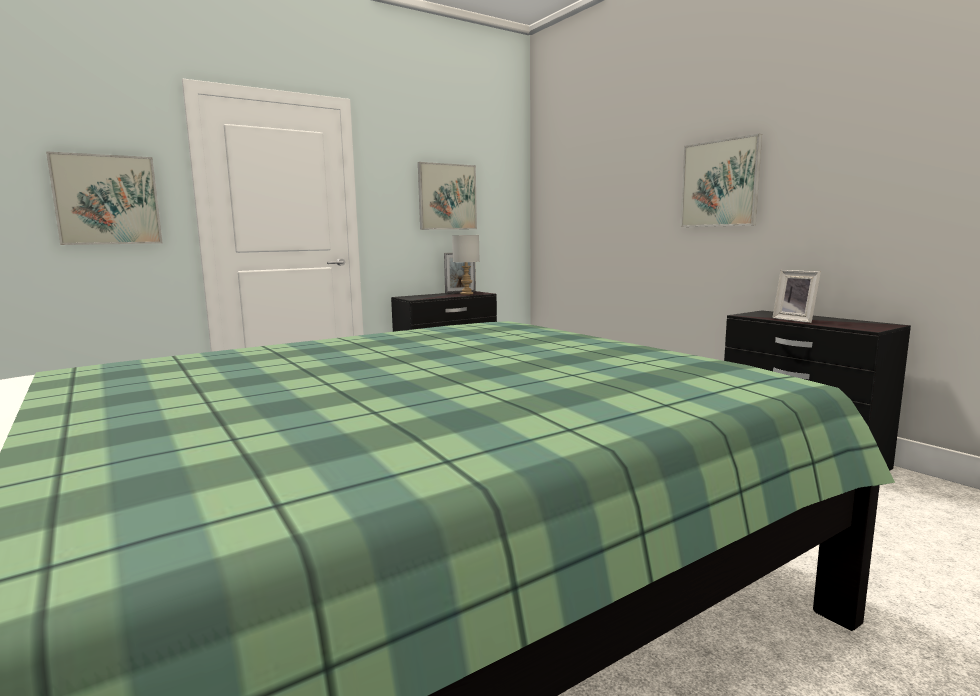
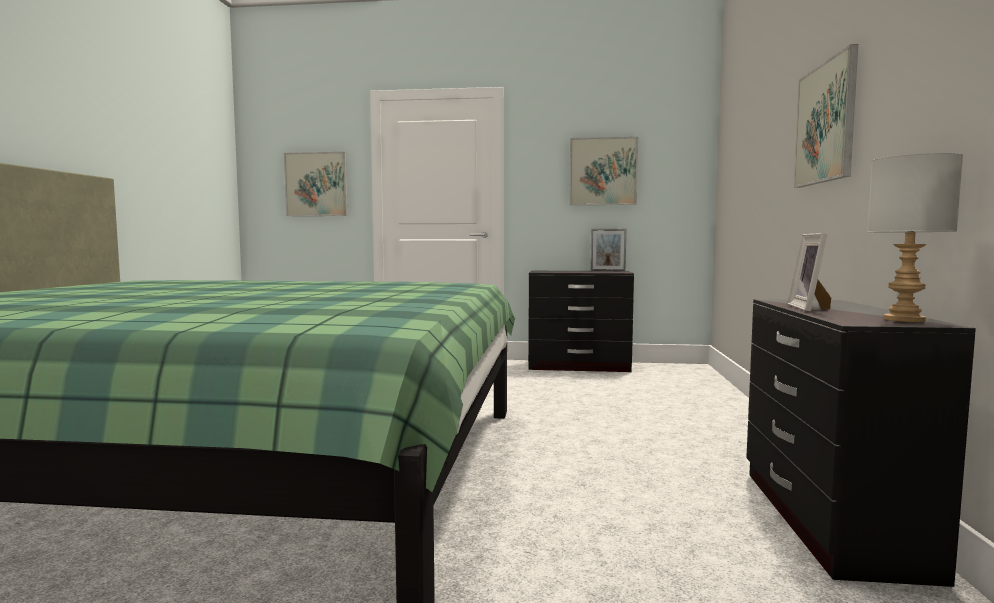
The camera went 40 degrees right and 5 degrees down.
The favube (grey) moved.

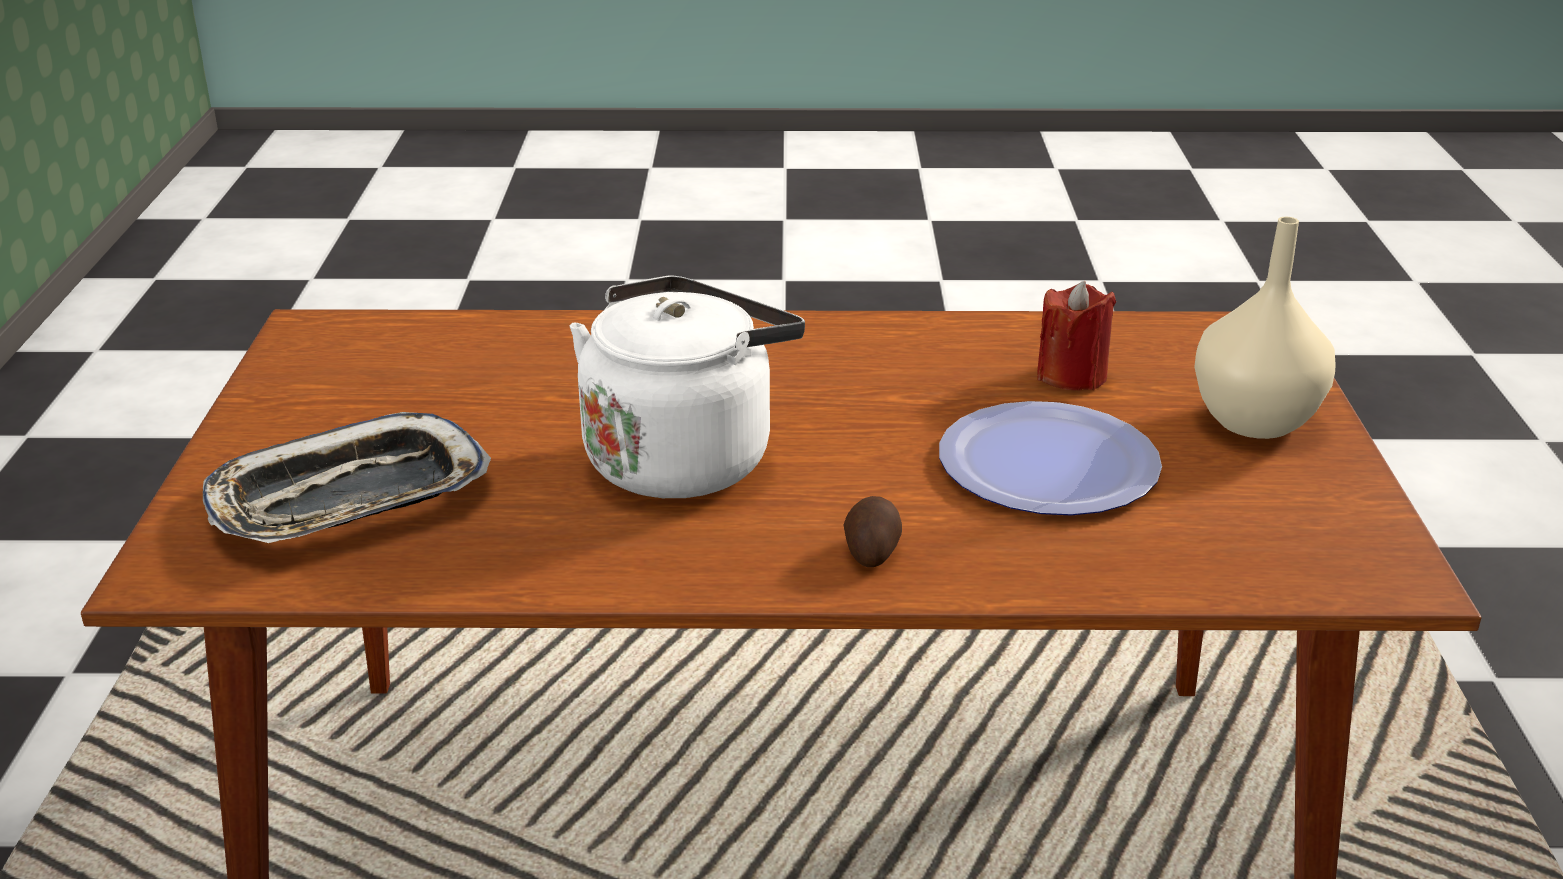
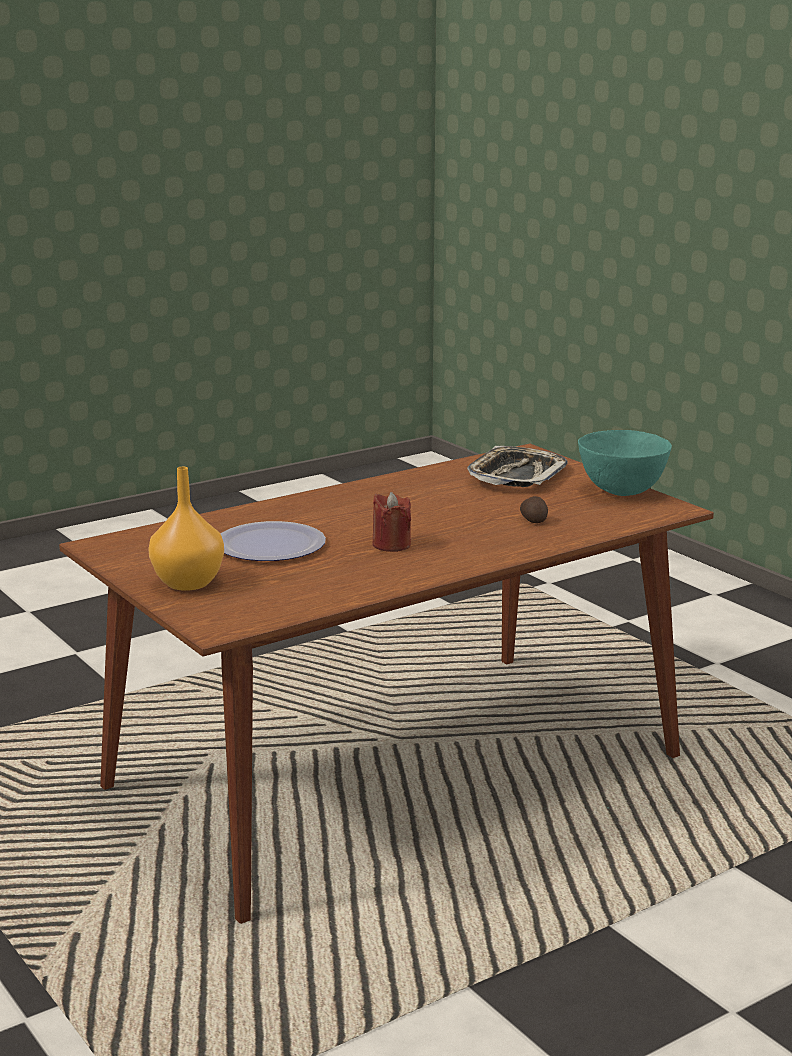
The camera went 145 degrees right and 10 degrees down.
The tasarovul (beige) became the tasarovul (orange).
The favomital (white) disappeared.
The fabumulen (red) moved.
The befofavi moved.
The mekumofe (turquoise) appeared.

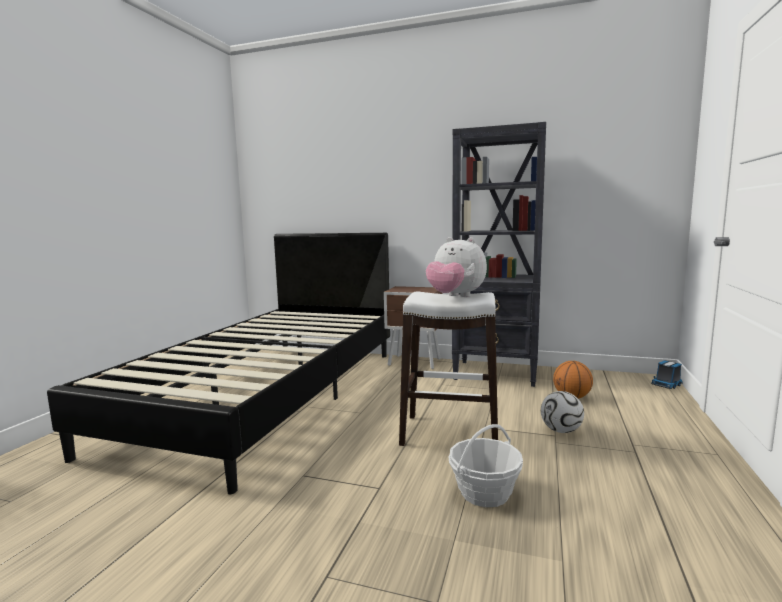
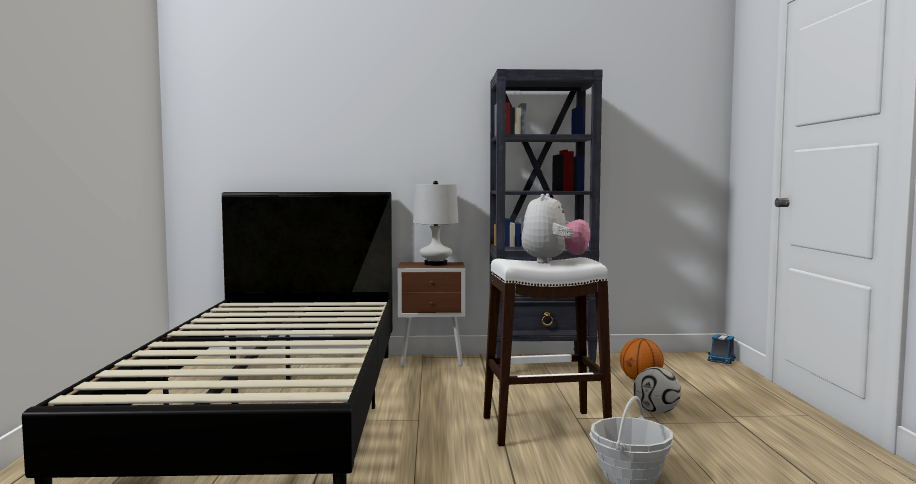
The camera went 20 degrees left and 5 degrees down.
The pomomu turned 90 degrees counterclockwise.
The favube (white) appeared.

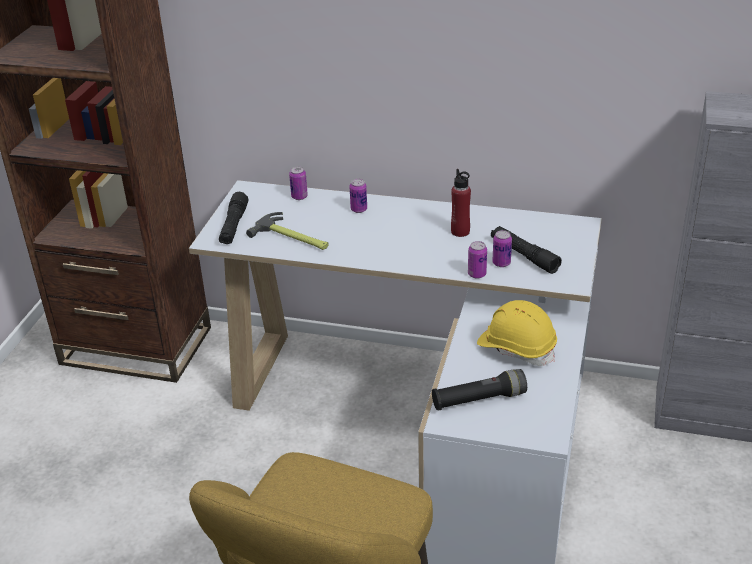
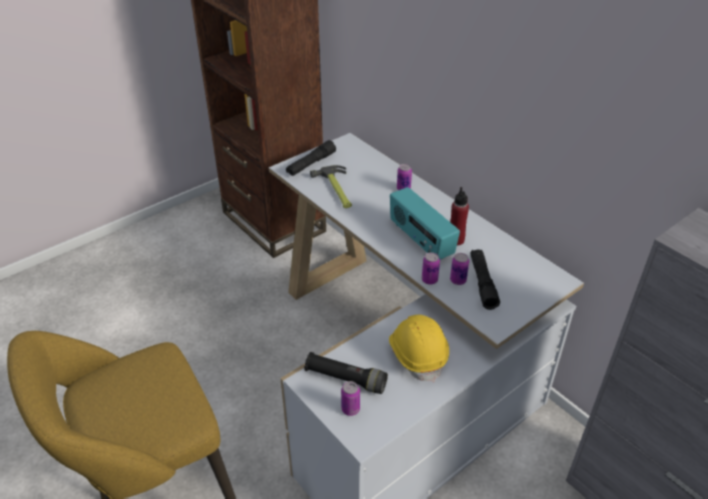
The camera went 35 degrees right and 5 degrees up.
The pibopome (no. 1 from left) moved.
The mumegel appeared.

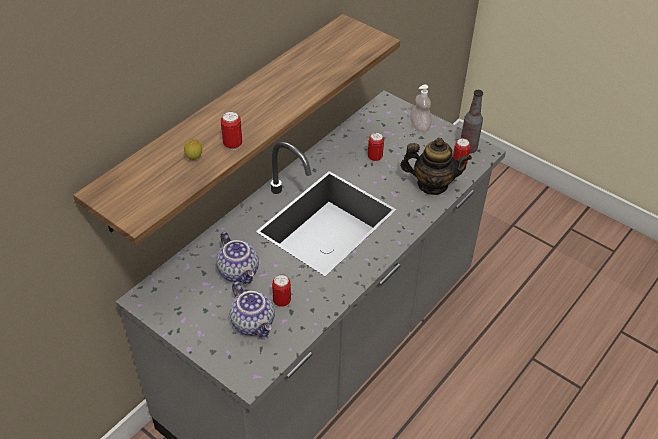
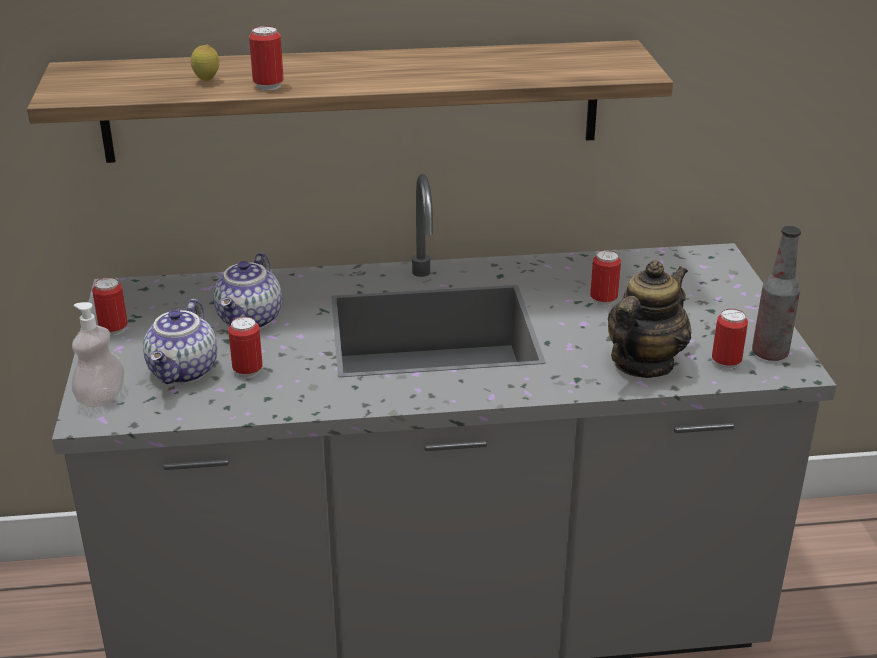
The camera went 45 degrees right and 15 degrees down.
The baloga moved.
The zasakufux (no. 3 from left) turned 105 degrees counterclockwise.
The pibopome (no. 1 from left) appeared.

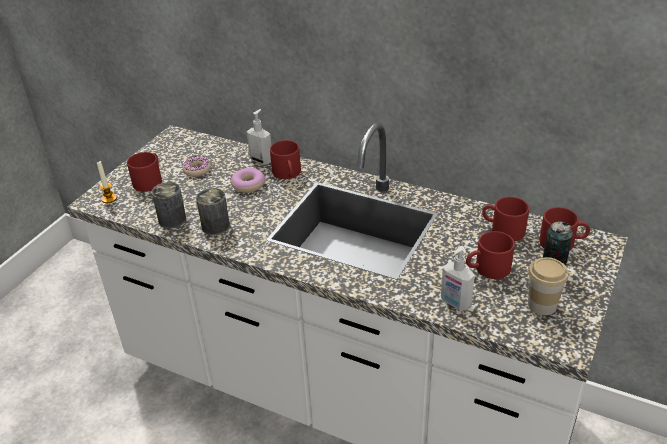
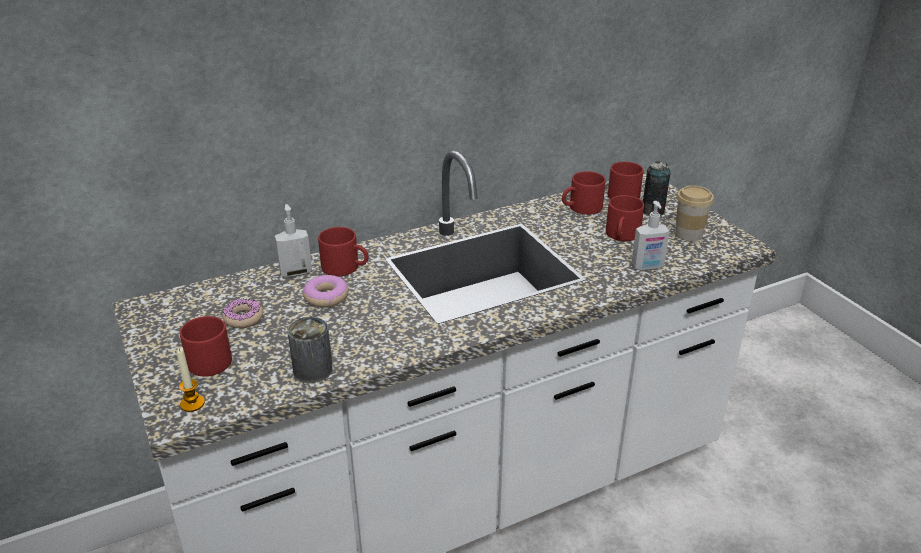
The camera went 55 degrees left and 5 degrees down.
The pibopome (no. 2 from left) disappeared.

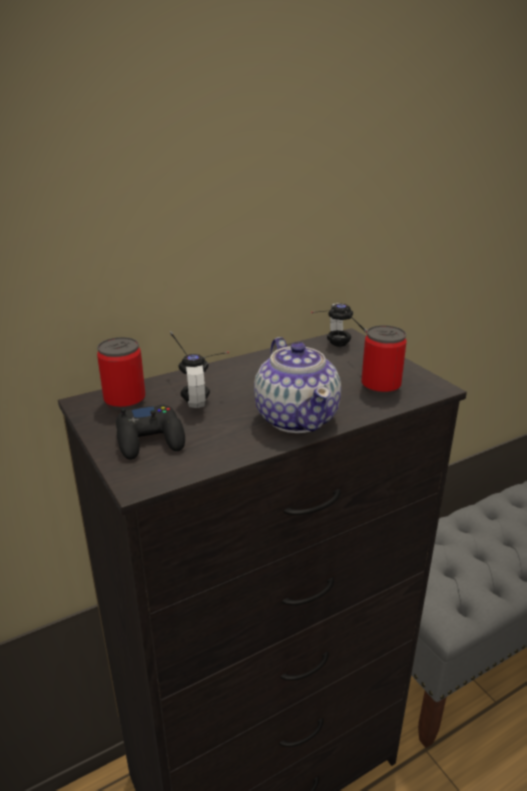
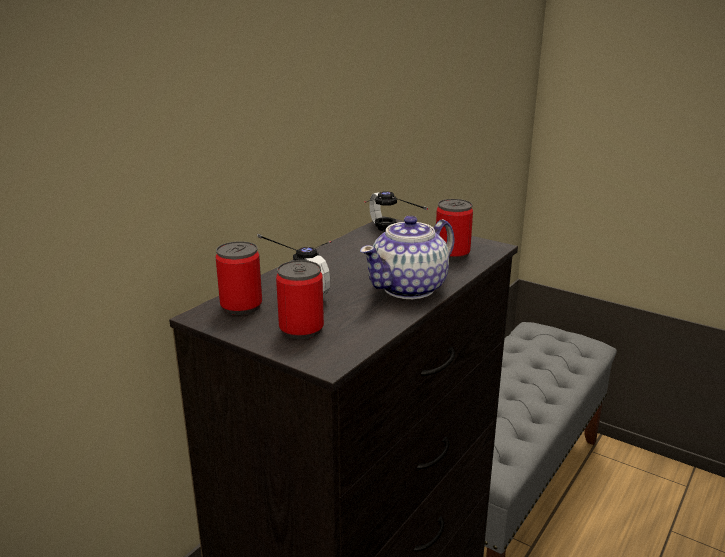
The camera went 25 degrees left and 5 degrees down.
The zasakufux turned 90 degrees clockwise.
The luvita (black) was replaced by the pibopome (no. 2 from left).

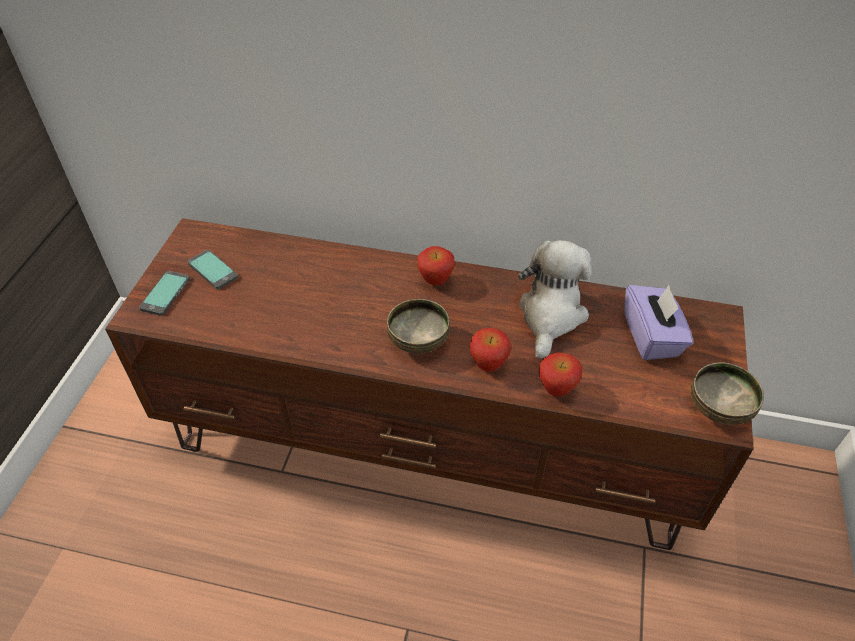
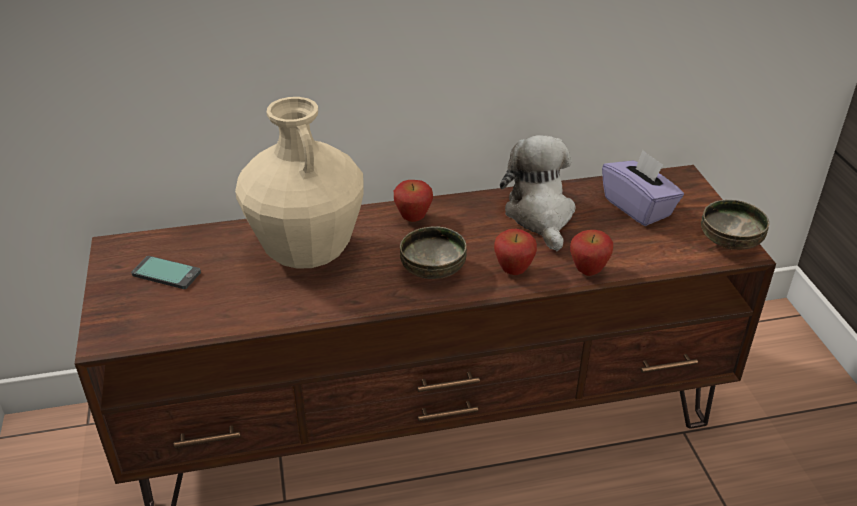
The camera went 25 degrees left and 10 degrees down.
The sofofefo (no. 1 from left) disappeared.
The tasarovul (beige) appeared.

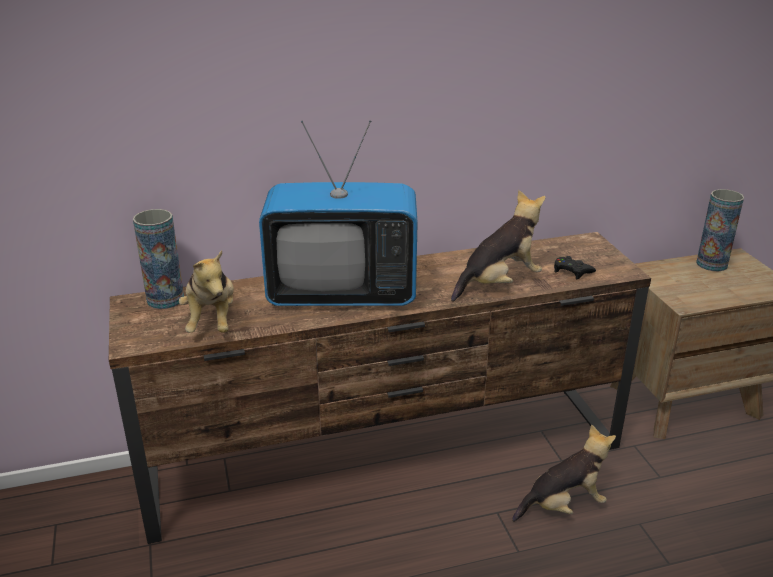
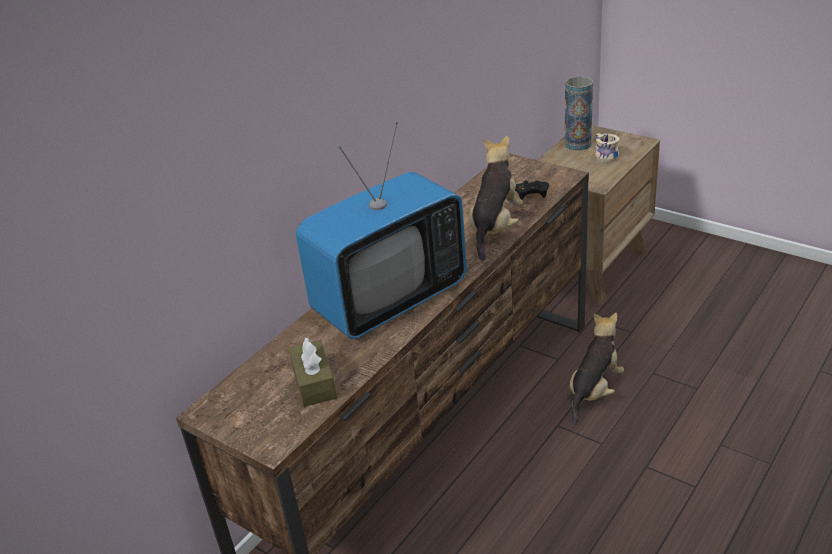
The camera went 35 degrees left and 5 degrees up.
The tasarovul (no. 1 from left) disappeared.
The pomomu (no. 1 from left) was replaced by the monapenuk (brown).
The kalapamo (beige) appeared.

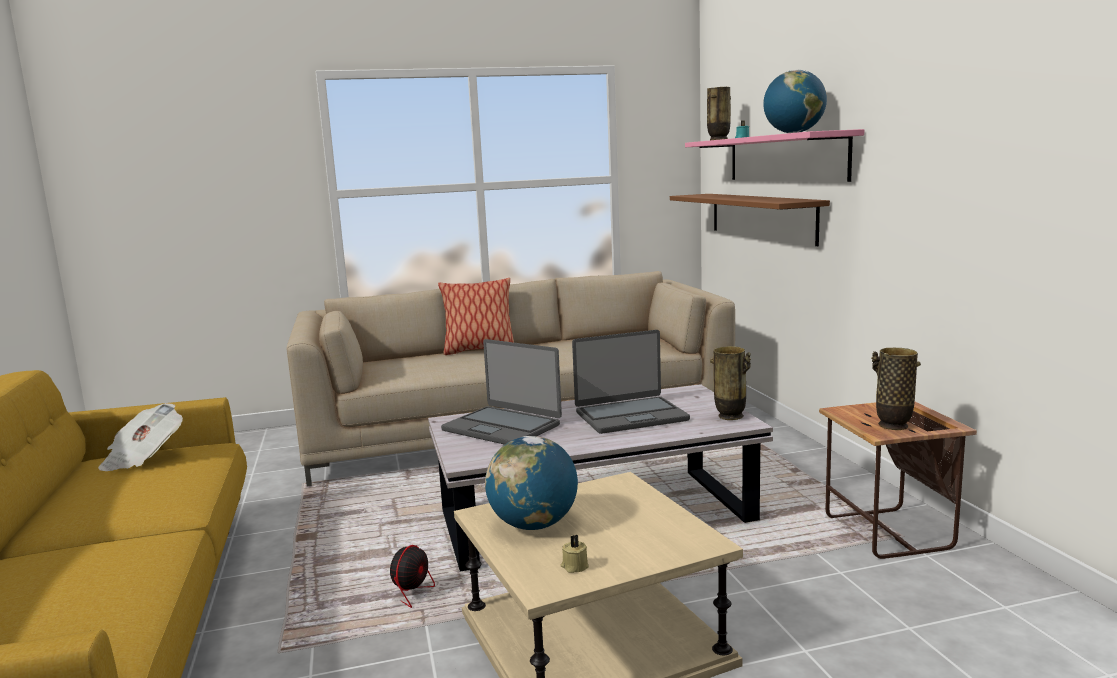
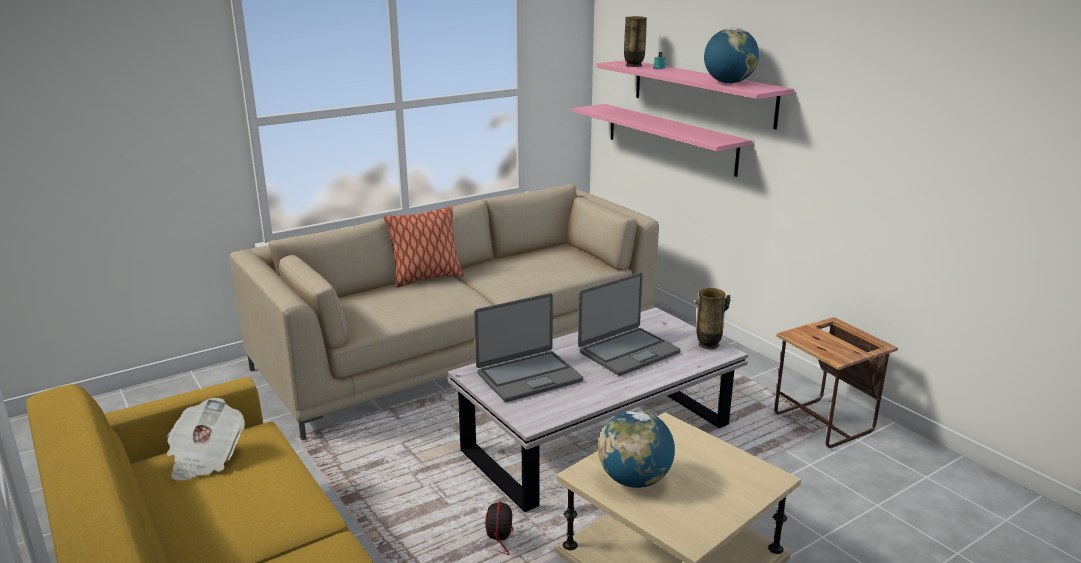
The camera went 20 degrees left and 10 degrees up.
The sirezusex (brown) became the sirezusex (pink) (no. 1 from left).
The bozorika (no. 1 from left) turned 45 degrees counterclockwise.
The tasarovul (no. 3 from left) disappeared.
The fabumulen (beige) disappeared.

